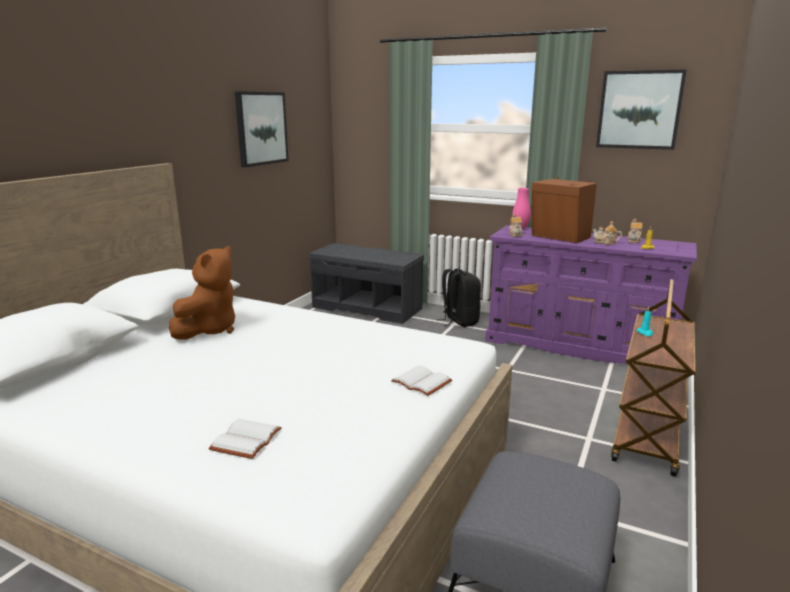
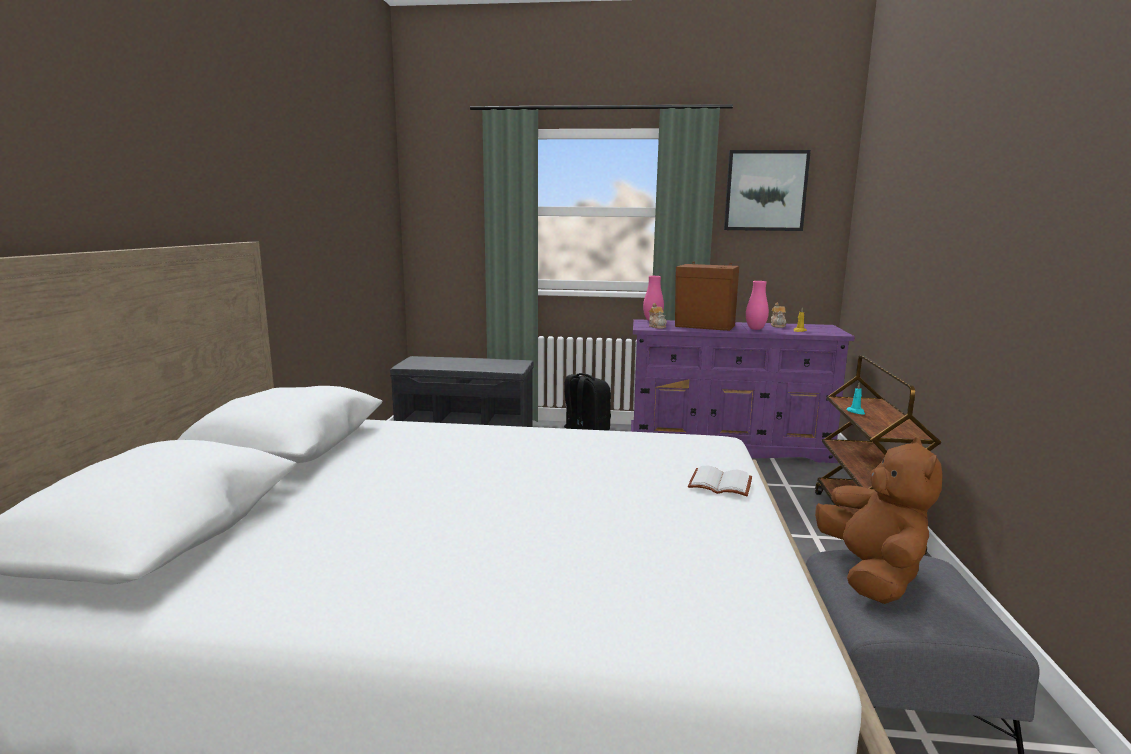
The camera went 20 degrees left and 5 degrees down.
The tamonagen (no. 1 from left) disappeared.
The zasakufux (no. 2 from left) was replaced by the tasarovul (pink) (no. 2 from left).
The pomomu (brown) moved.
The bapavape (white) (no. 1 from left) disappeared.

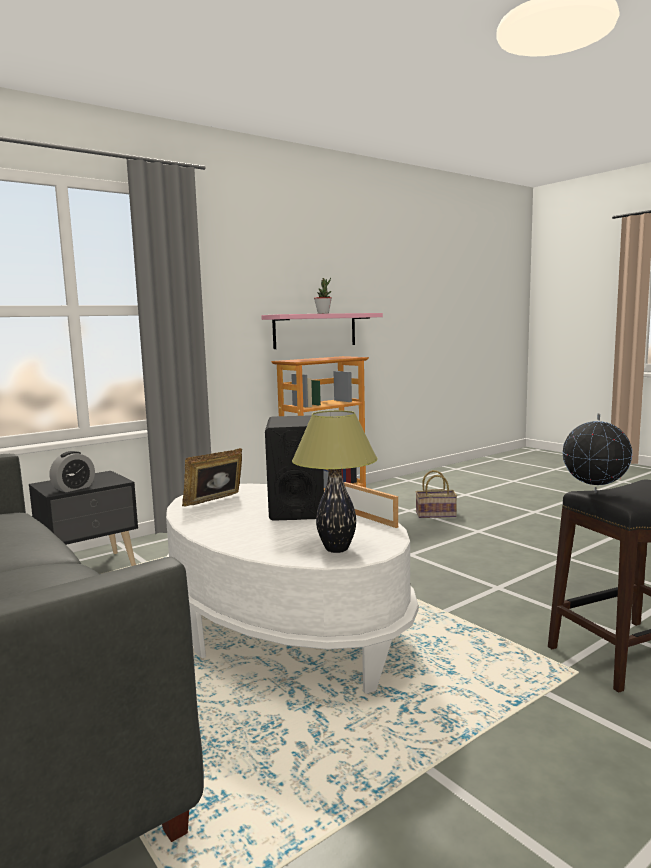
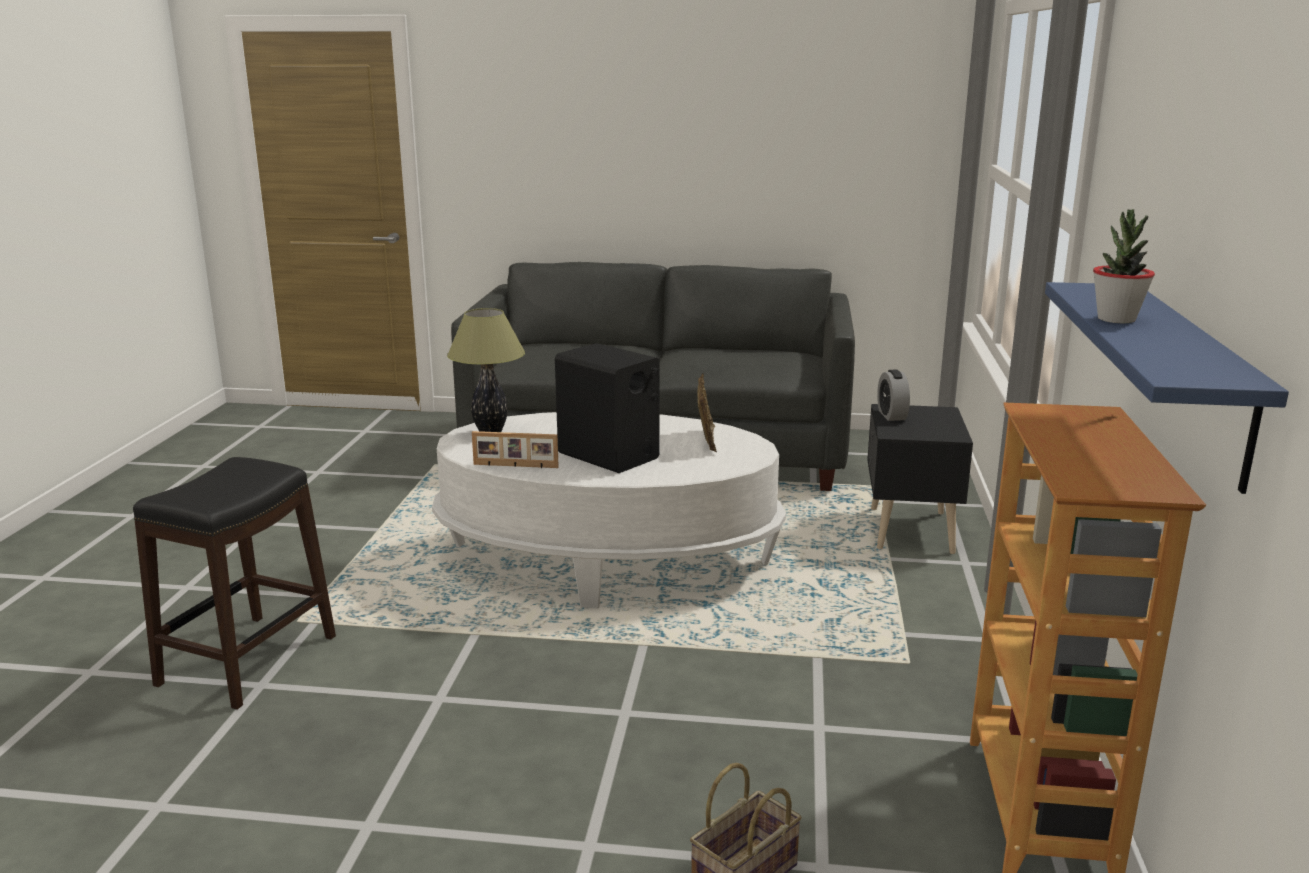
The camera went 135 degrees right and 10 degrees up.
The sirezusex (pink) became the sirezusex (blue).
The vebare disappeared.

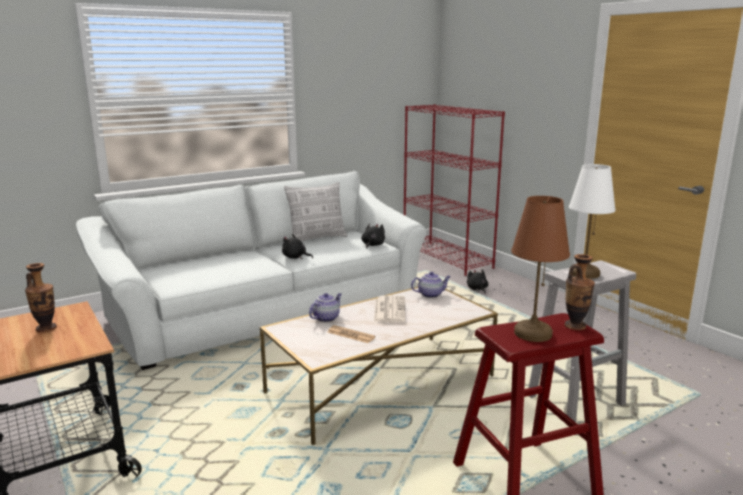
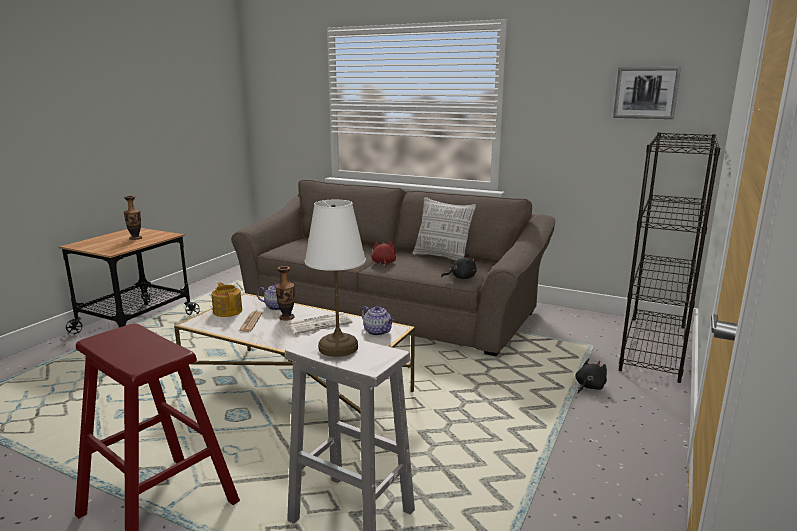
The camera went 60 degrees right and 0 degrees up.
The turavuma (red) became the turavuma (black).
The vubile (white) became the vubile (brown).
The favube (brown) disappeared.
The pomomu (black) (no. 1 from left) became the pomomu (red).
The tasarovul (no. 2 from left) moved.
The tamonagen appeared.
The zasakufux (no. 1 from left) appeared.

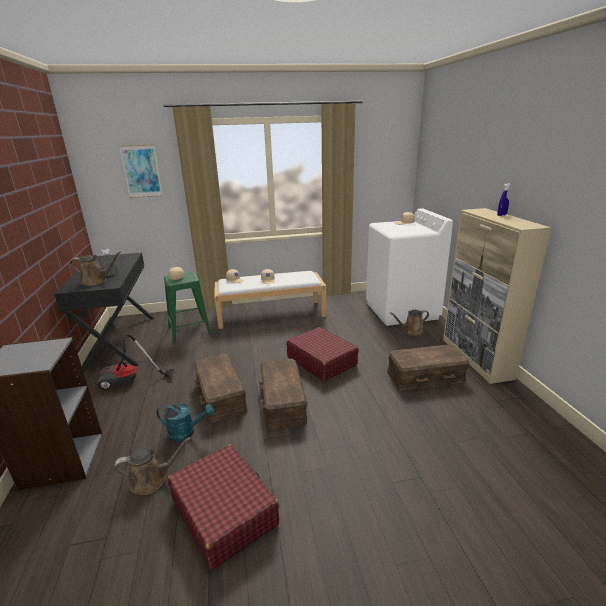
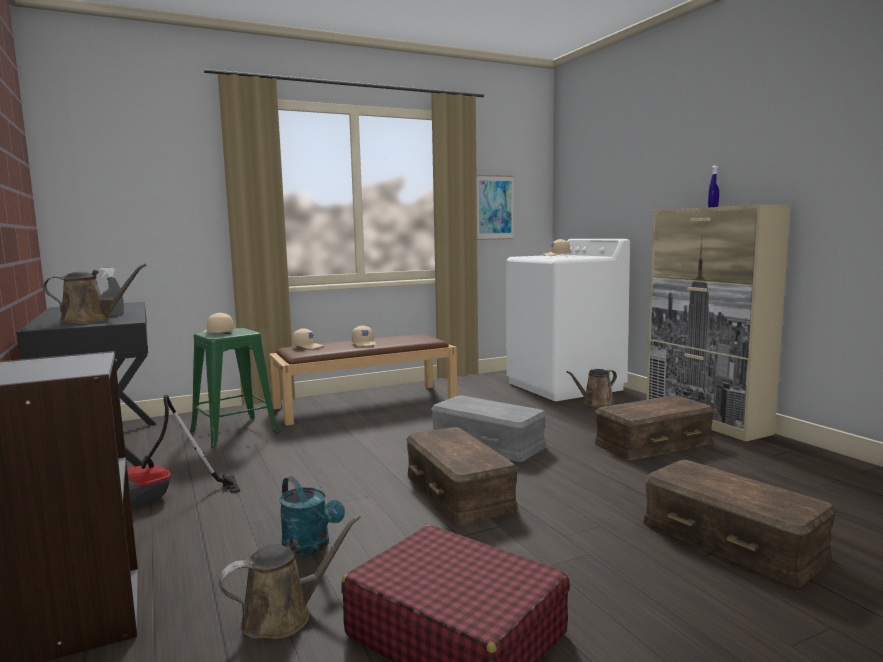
The camera went 15 degrees left and 15 degrees down.
The tamonagen moved.
The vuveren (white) became the vuveren (brown).
The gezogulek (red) (no. 2 from left) was replaced by the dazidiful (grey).
The dazidiful (brown) (no. 1 from left in the first image) moved.
The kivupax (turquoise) turned 60 degrees clockwise.

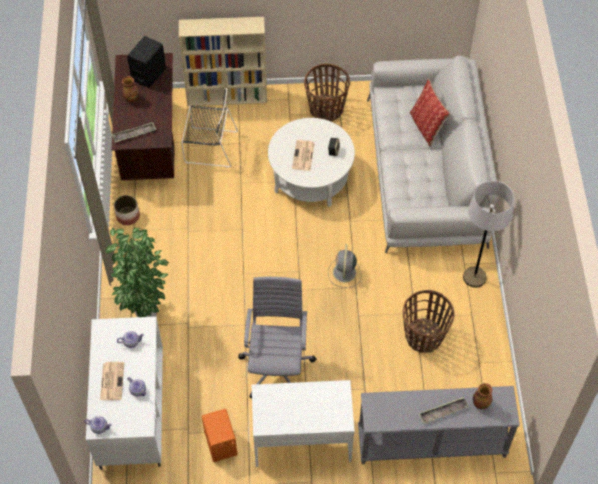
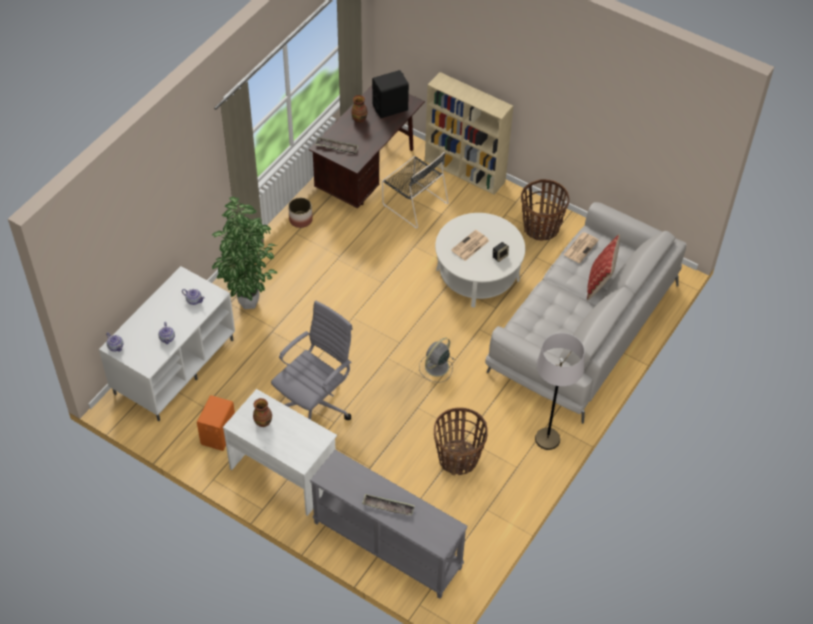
The camera went 35 degrees right and 5 degrees down.
The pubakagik (no. 1 from left in the first image) moved.
The tasarovul (no. 2 from left in the first image) moved.

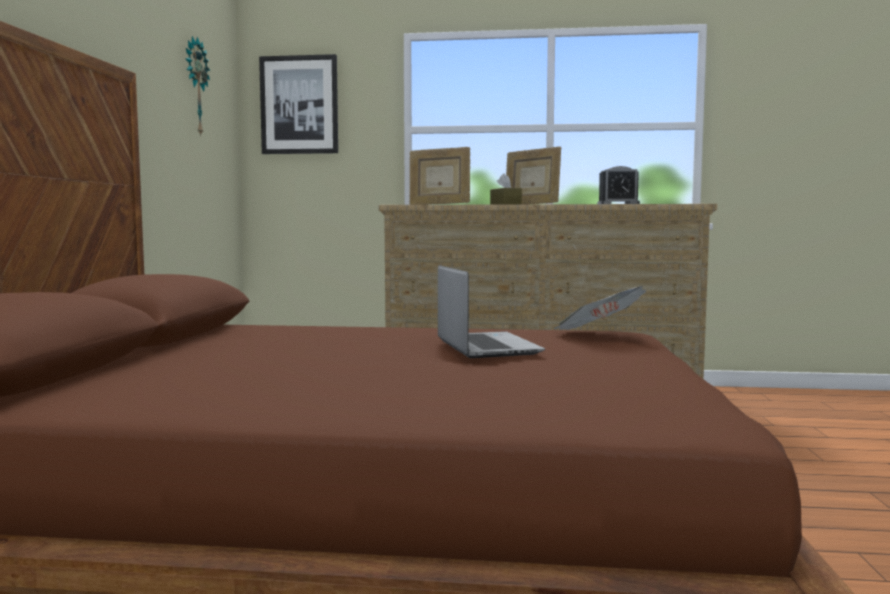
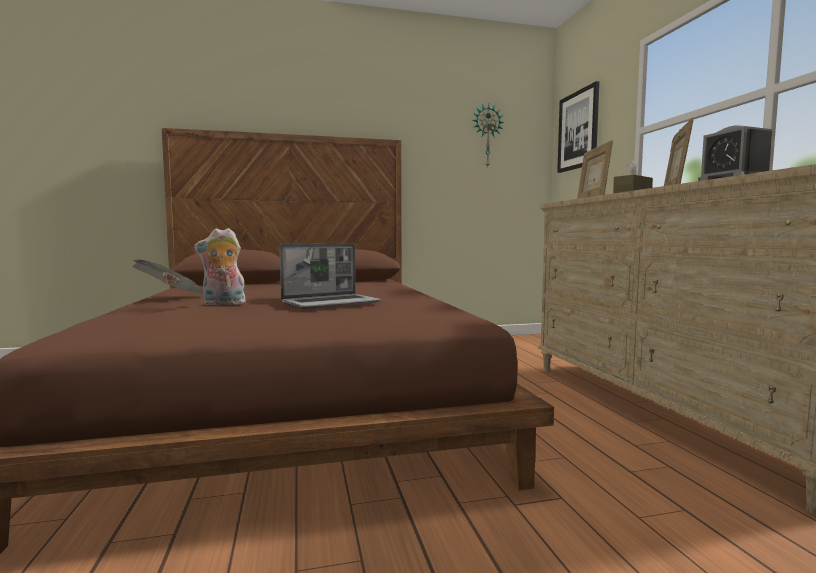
The camera went 70 degrees right and 0 degrees up.
The pubakagik moved.
The pomomu appeared.

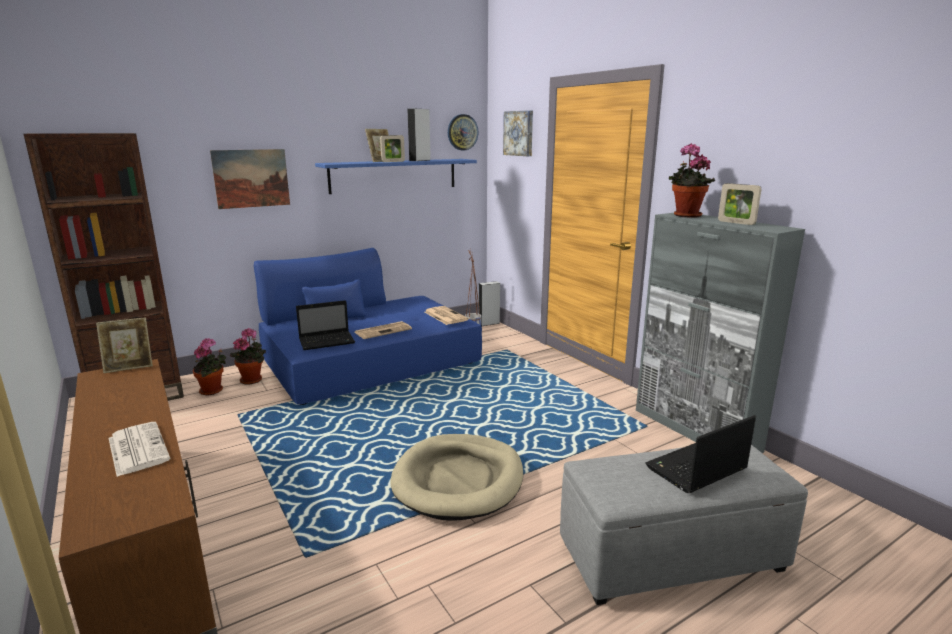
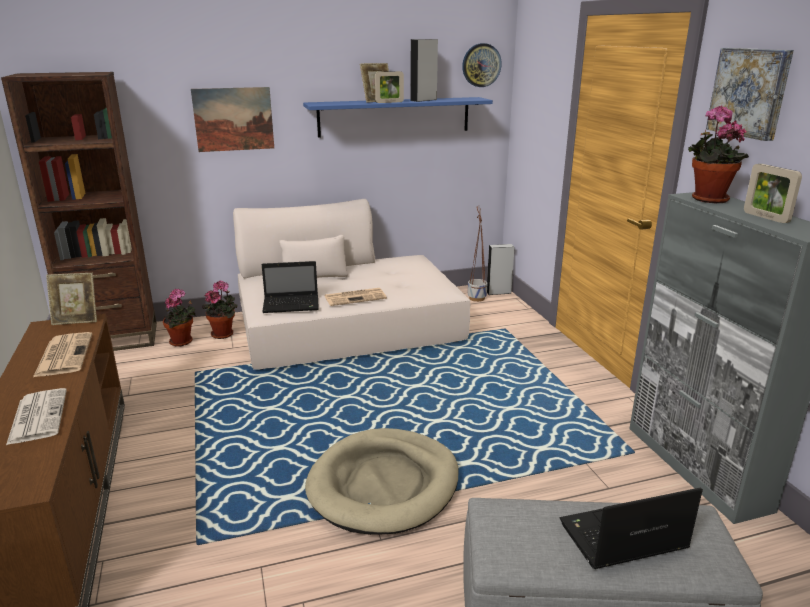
The camera went 15 degrees right and 5 degrees up.
The tamonagen (no. 2 from left) moved.
The vubile (blue) became the vubile (beige).
The pubakagik (no. 3 from left in the first image) moved.

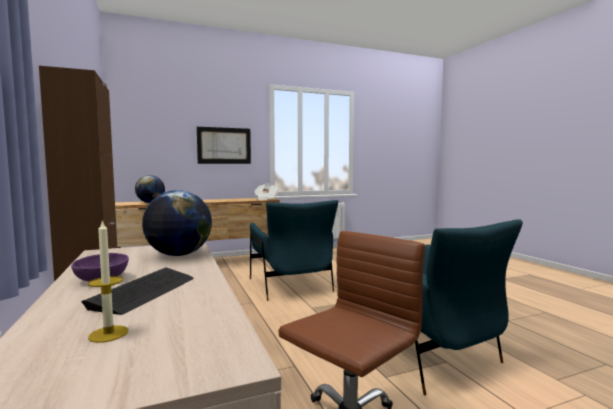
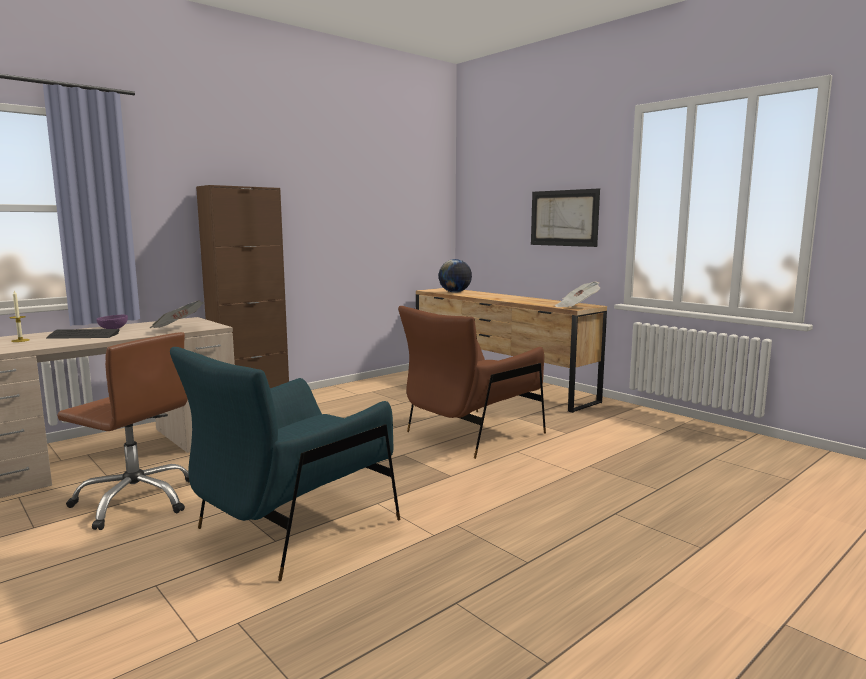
The camera went 70 degrees right and 5 degrees up.
The vebare (no. 2 from left) was replaced by the pubakagik (no. 1 from left).
The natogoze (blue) (no. 1 from left) became the natogoze (brown).

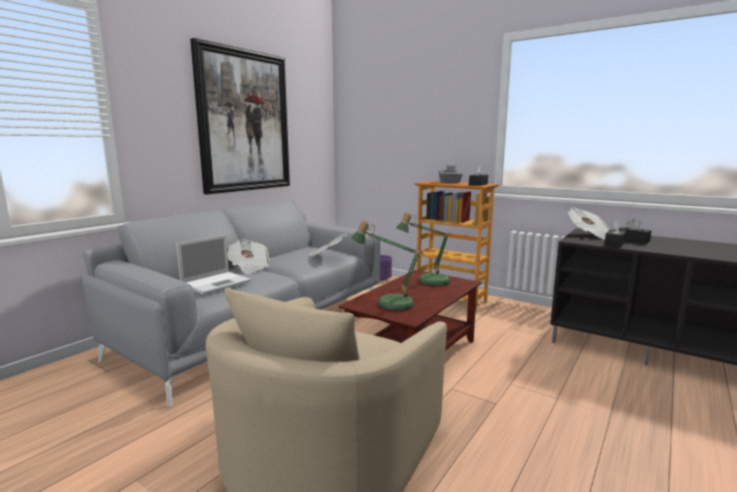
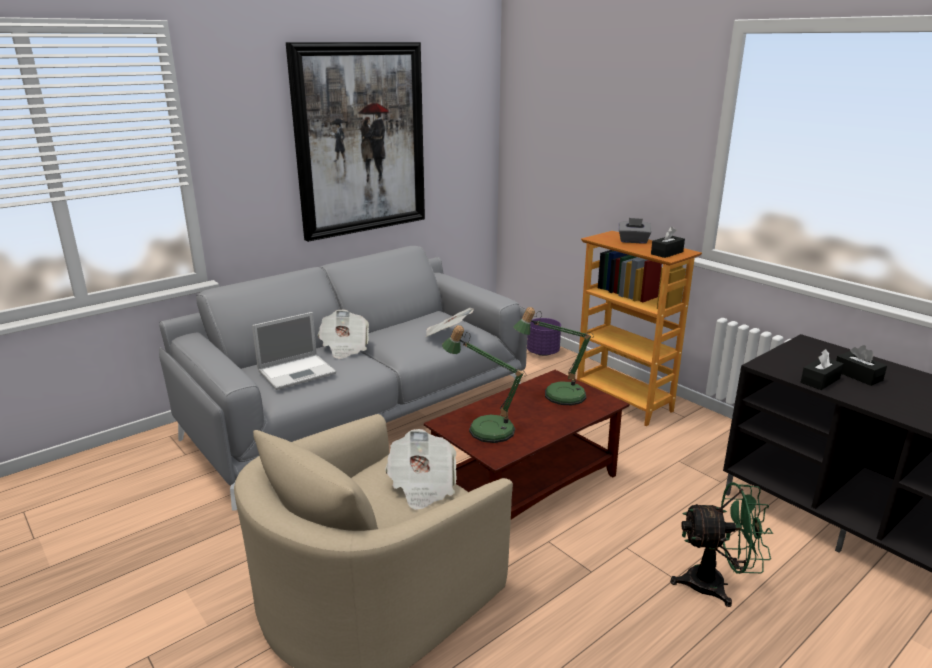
The camera went 15 degrees right and 10 degrees up.
The pubakagik (no. 3 from left in the first image) moved.
The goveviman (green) appeared.

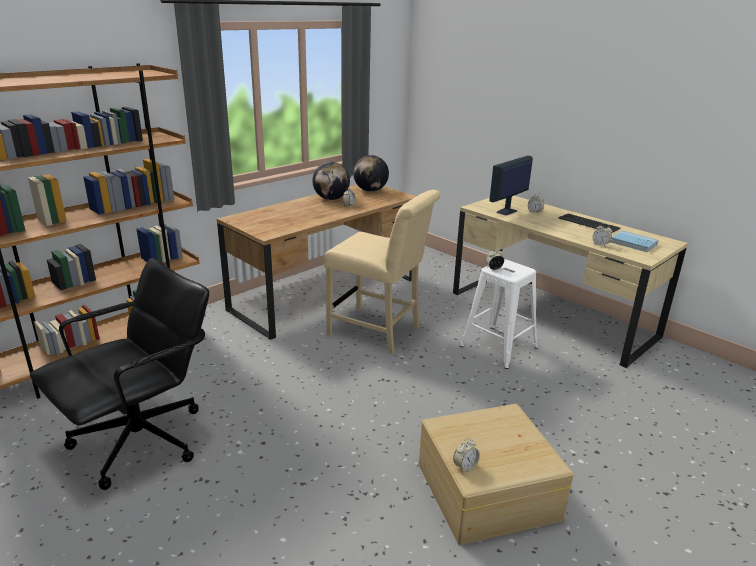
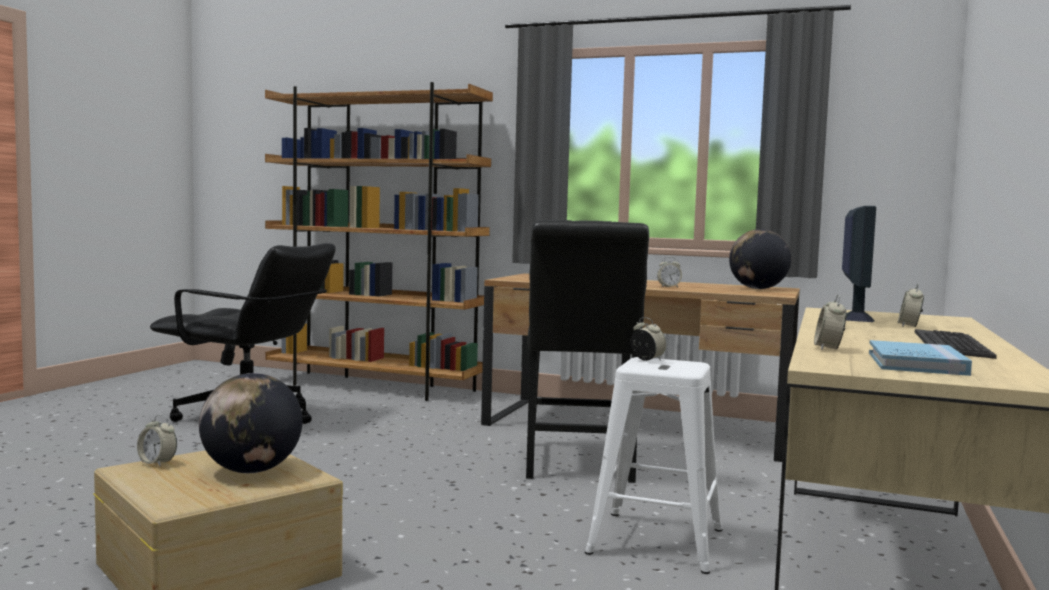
The camera went 65 degrees right and 20 degrees down.
The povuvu turned 90 degrees clockwise.
The vebare (no. 1 from left) moved.
The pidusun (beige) became the pidusun (black).

